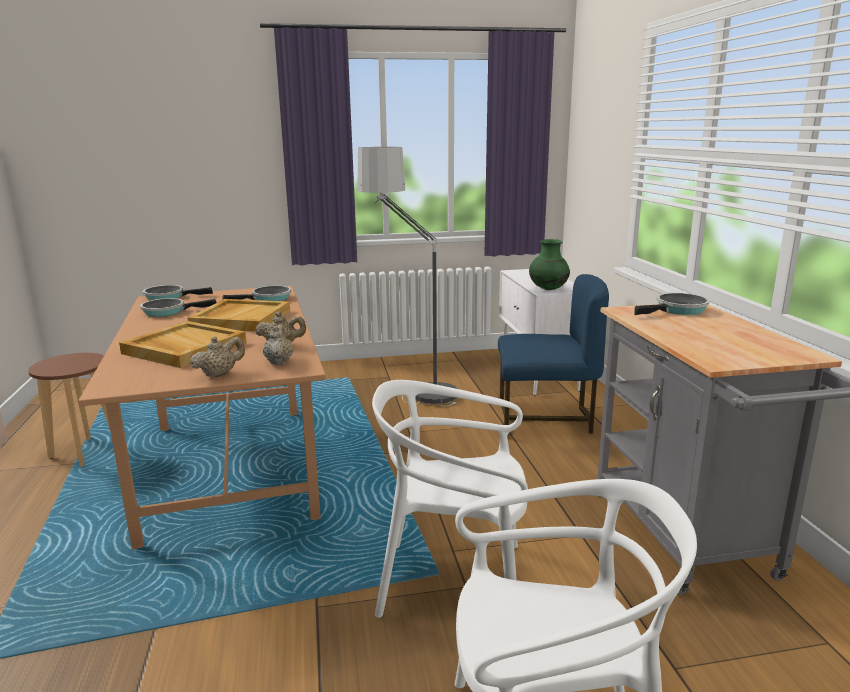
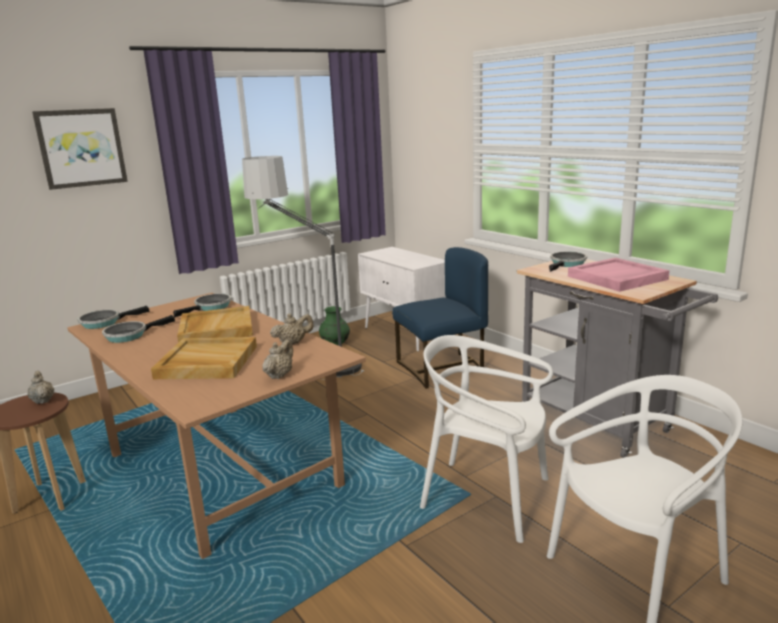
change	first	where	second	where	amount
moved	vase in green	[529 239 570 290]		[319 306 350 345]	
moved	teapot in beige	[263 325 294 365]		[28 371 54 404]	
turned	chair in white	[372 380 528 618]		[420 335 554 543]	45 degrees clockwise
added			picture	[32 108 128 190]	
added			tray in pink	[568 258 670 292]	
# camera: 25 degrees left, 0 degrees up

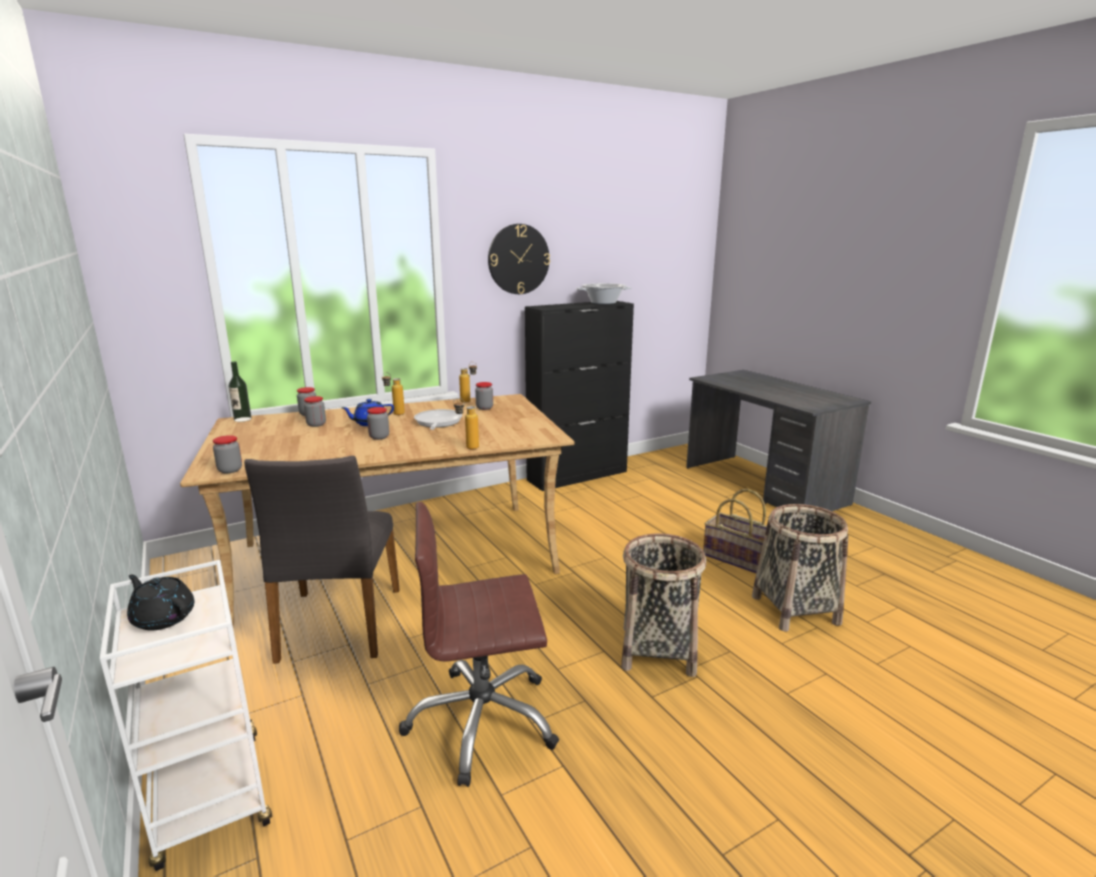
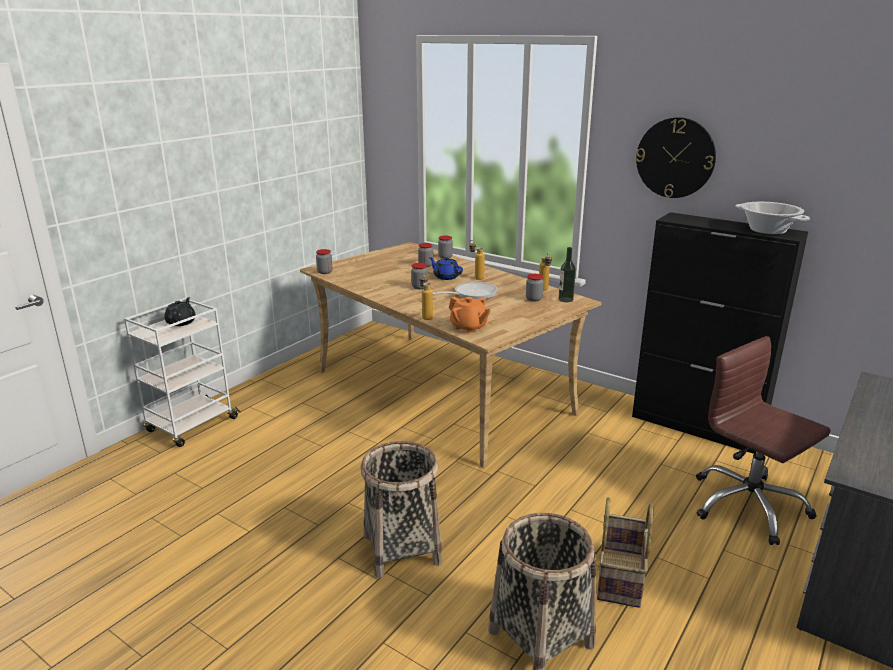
change	first	where	second	where	amount
moved	bottle	[229 361 252 422]		[558 247 576 302]	
removed	chair in grey	[244 456 400 664]			
moved	office chair in brown	[399 502 559 787]		[696 336 831 545]	
added			teapot in orange	[449 296 491 334]	
# camera: 65 degrees right, 5 degrees up

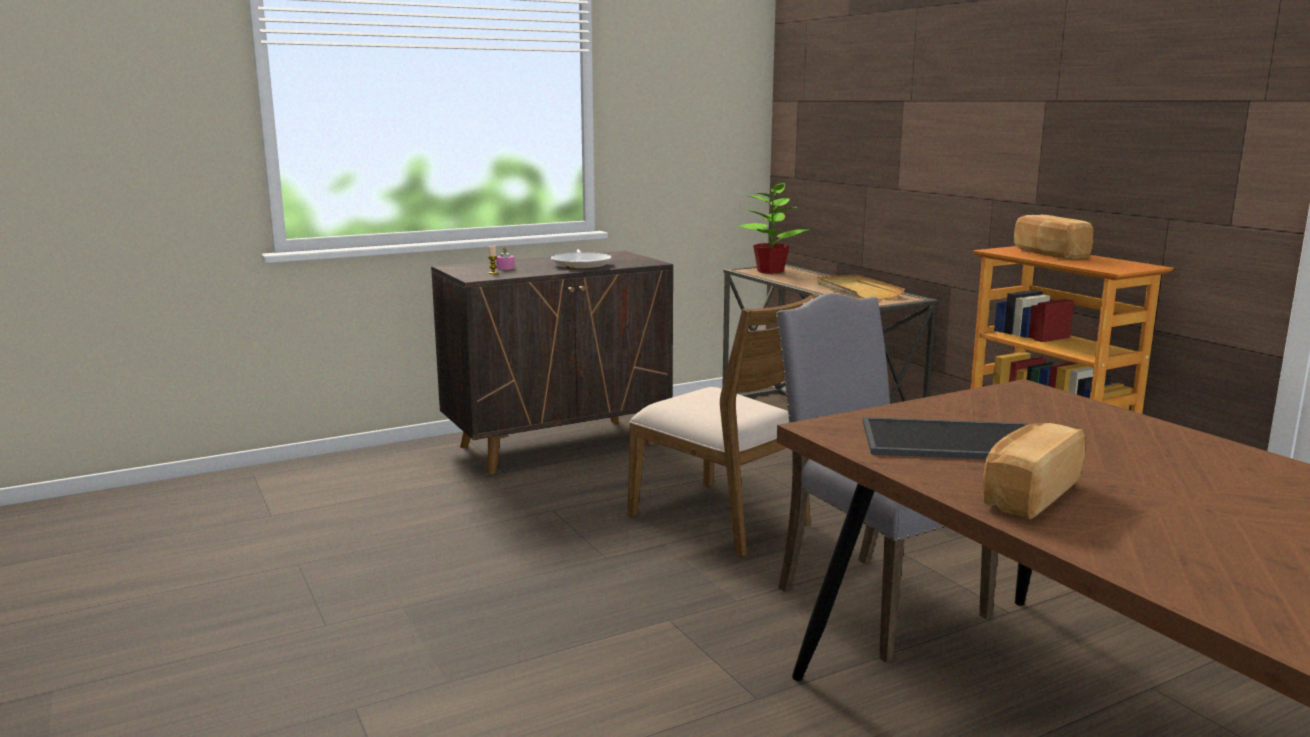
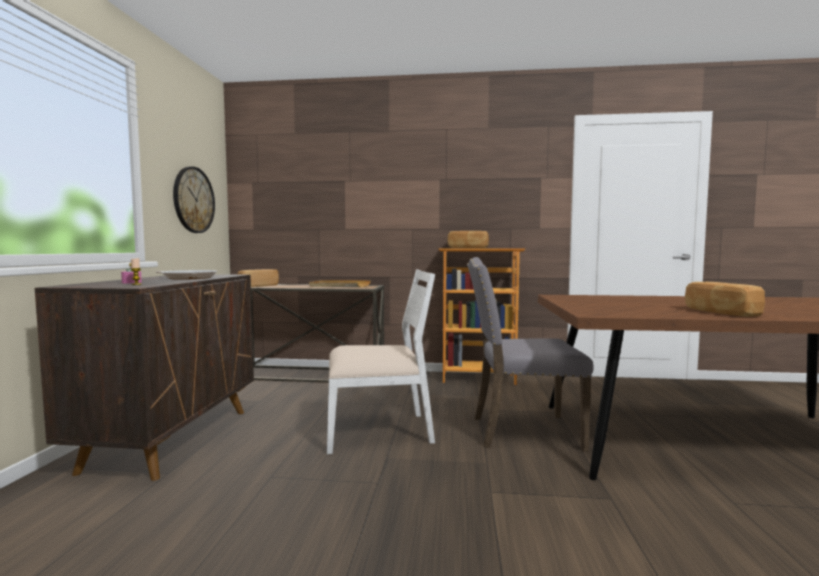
change	first	where	second	where	amount
replaced	potted plant	[736 178 808 274]	bread	[237 269 279 287]	
recoloured	chair in brown	[627 293 819 557]	chair in white	[327 269 435 454]	
removed	tray	[863 417 1029 459]			
added			wall clock	[173 167 215 233]	
# camera: 55 degrees left, 10 degrees down

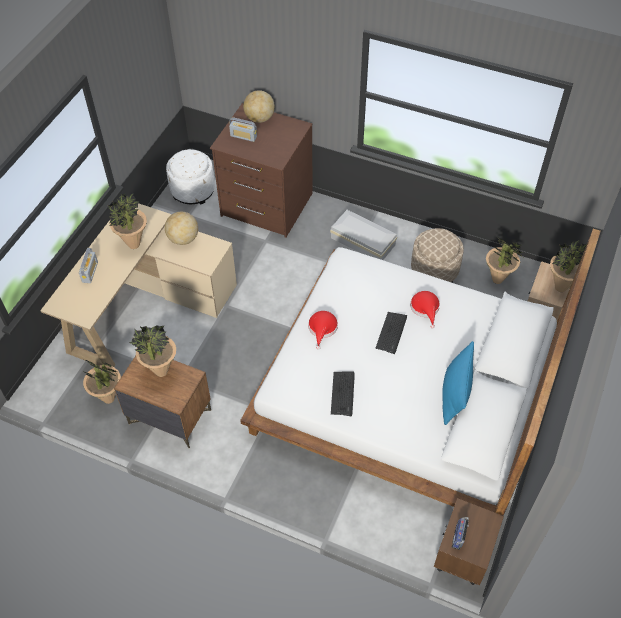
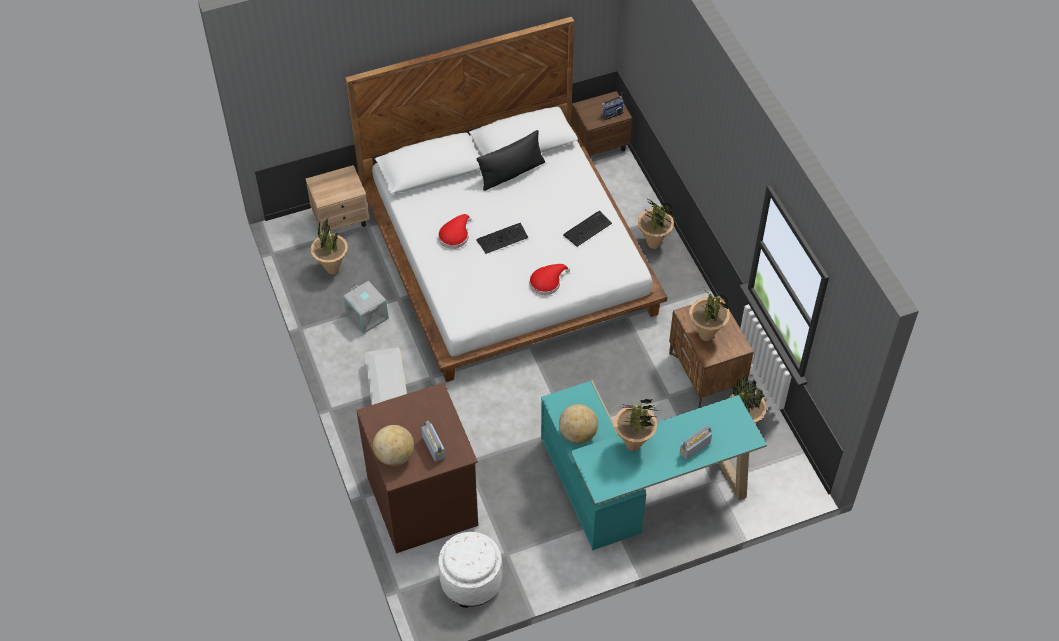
change	first	where	second	where	amount
recoloured	desk in beige	[40 203 237 367]	desk in turquoise	[541 380 767 550]	
replaced	ottoman in beige	[411 228 464 283]	storage box in grey	[343 281 389 334]	
moved	potted plant	[550 240 587 292]		[637 199 675 249]	
recoloured	pillow in blue	[442 341 474 425]	pillow in black	[476 130 545 191]	
# camera: 135 degrees left, 0 degrees up

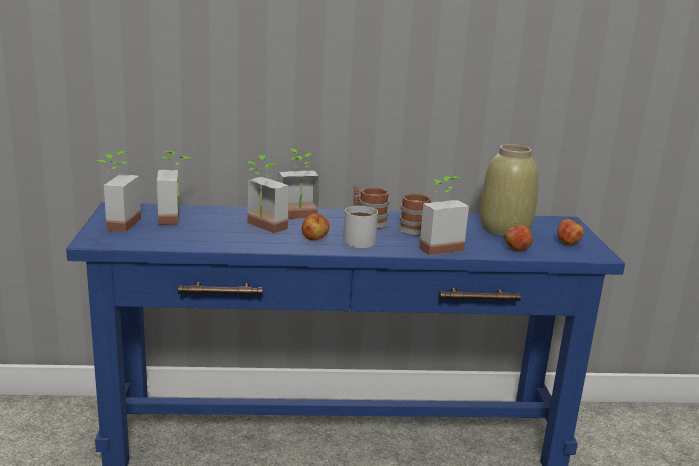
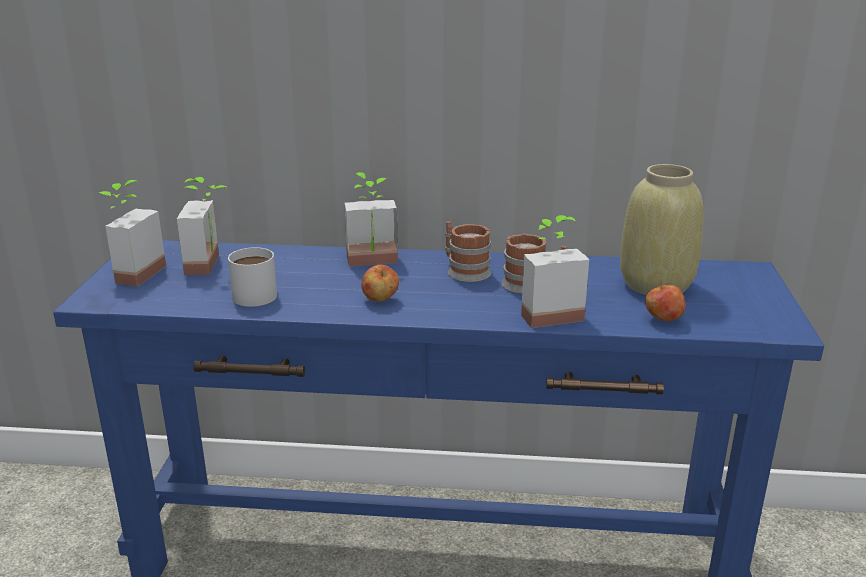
change	first	where	second	where	amount
removed	potted plant	[246 155 289 233]			
moved	mug in white	[343 206 378 248]		[228 247 277 307]	
removed	apple	[558 219 584 245]			
# camera: 10 degrees right, 5 degrees up

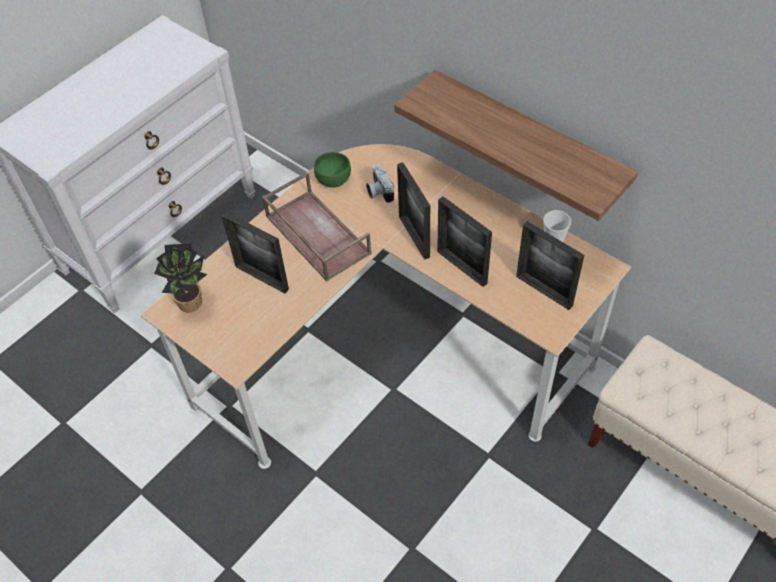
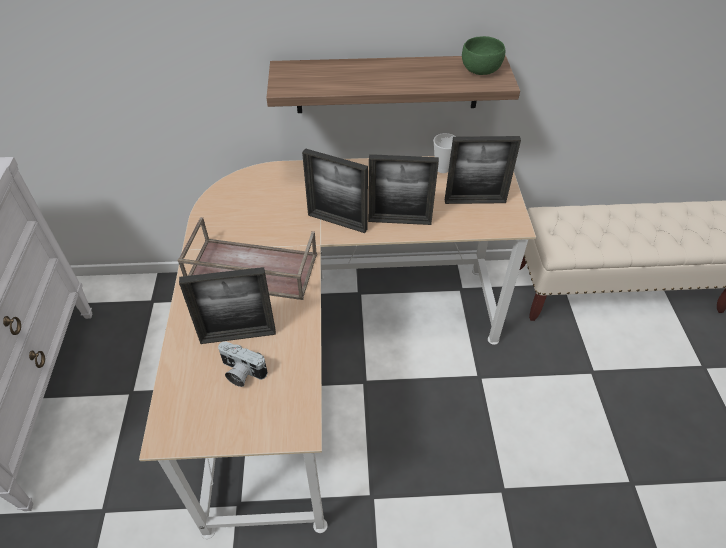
change	first	where	second	where	amount
moved	bowl in green	[314 152 351 188]		[462 36 505 75]	
moved	photo camera	[366 164 394 203]		[218 341 268 387]	
removed	potted plant	[154 243 207 313]			
# camera: 45 degrees left, 5 degrees down

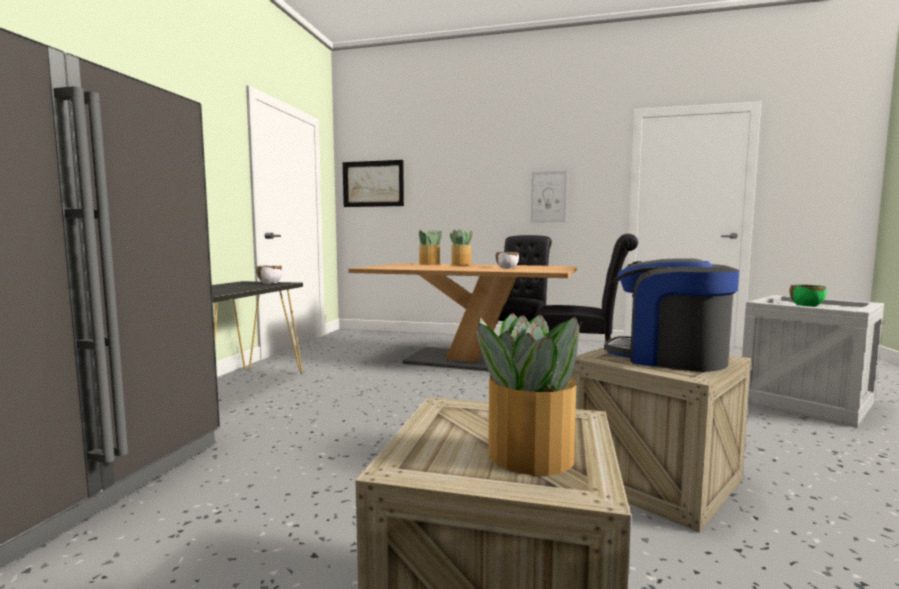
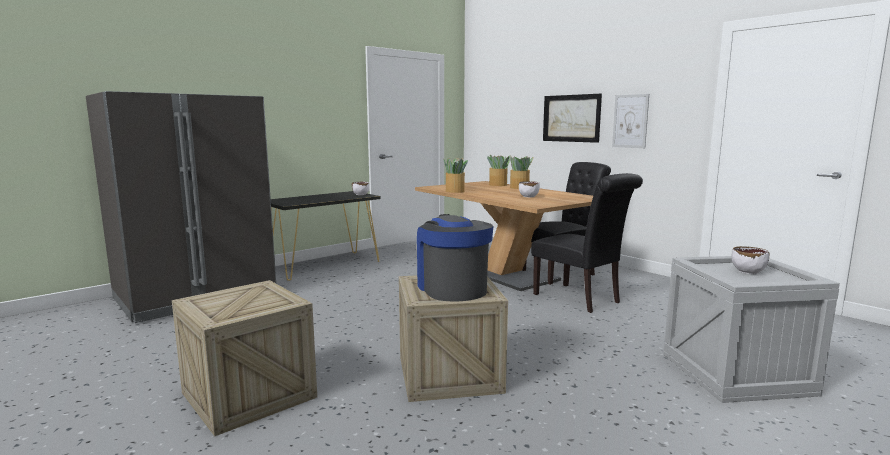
change	first	where	second	where	amount
moved	picture	[343 160 404 207]		[543 94 602 143]	
recoloured	bowl in green	[790 284 826 307]	bowl in white	[732 246 769 274]	
moved	potted plant	[476 313 581 475]		[443 158 468 193]	
# camera: 35 degrees right, 5 degrees up

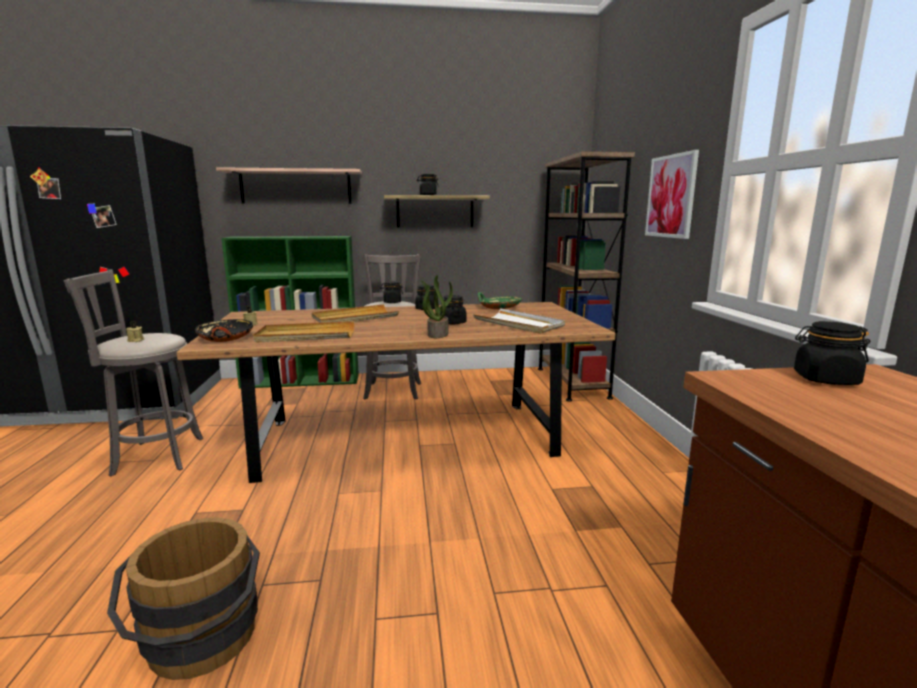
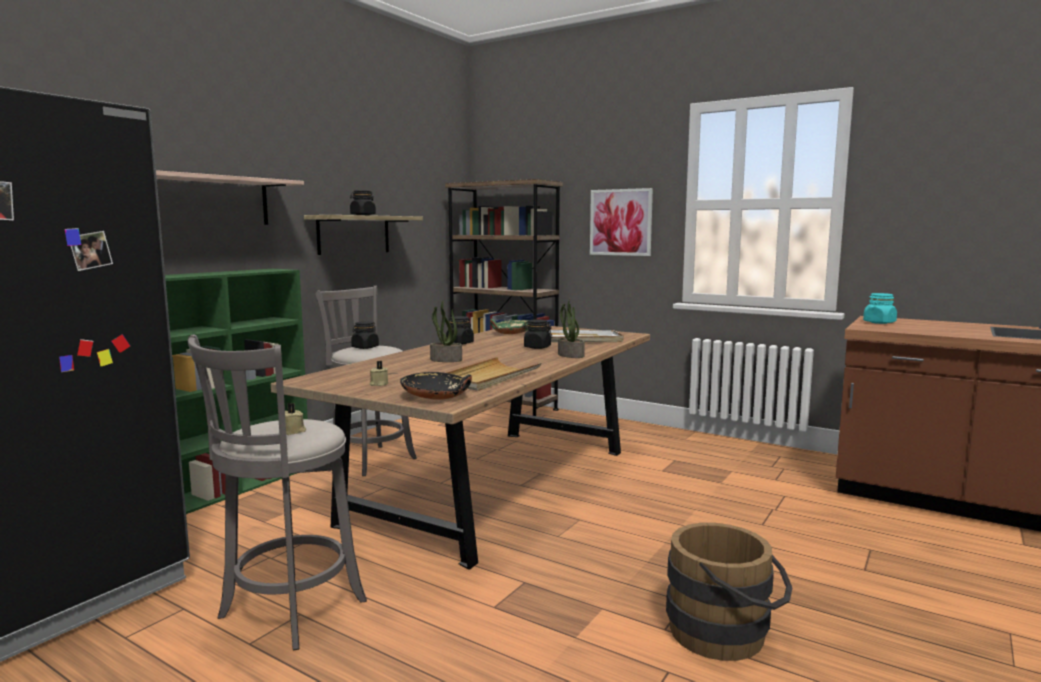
change	first	where	second	where	amount
replaced	tray in beige	[312 304 399 323]	potted plant	[430 300 462 362]	
recoloured	jar in black	[794 321 871 385]	jar in turquoise	[863 293 897 324]	
# camera: 50 degrees left, 5 degrees down

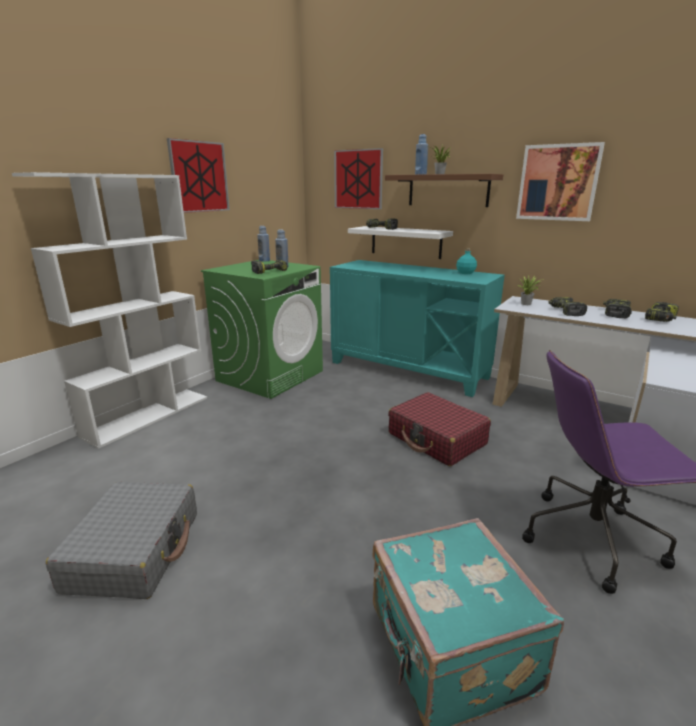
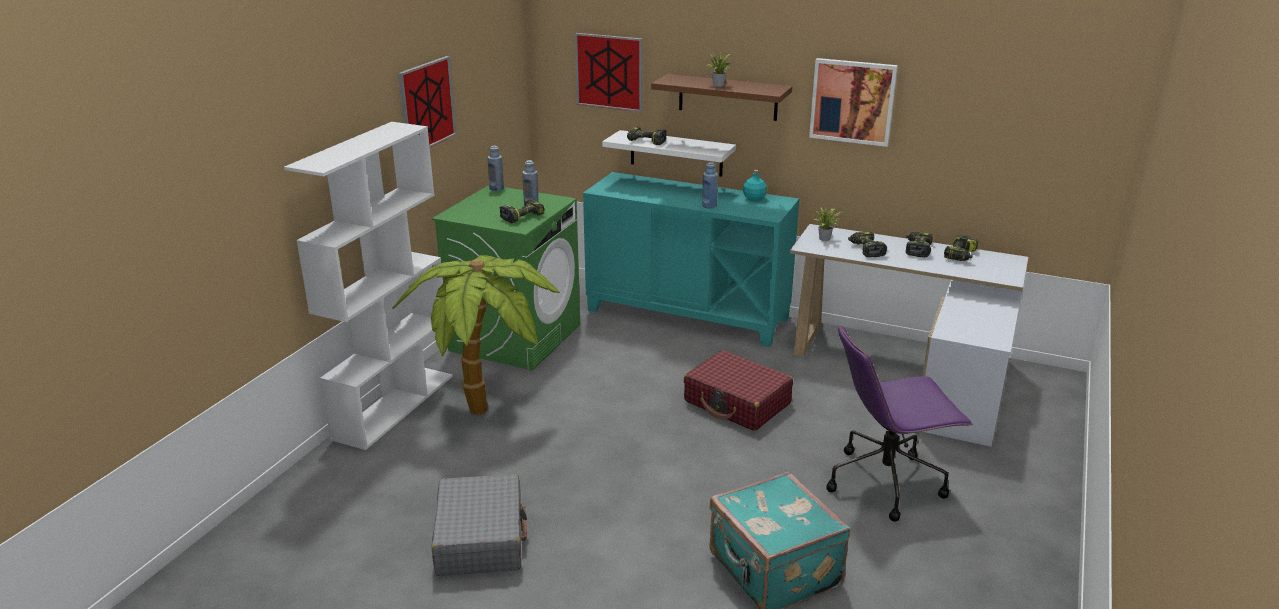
change	first	where	second	where	amount
moved	bottle in blue	[415 134 428 175]		[702 162 718 209]	
added			potted plant	[392 255 560 415]	
# camera: 10 degrees left, 5 degrees up

